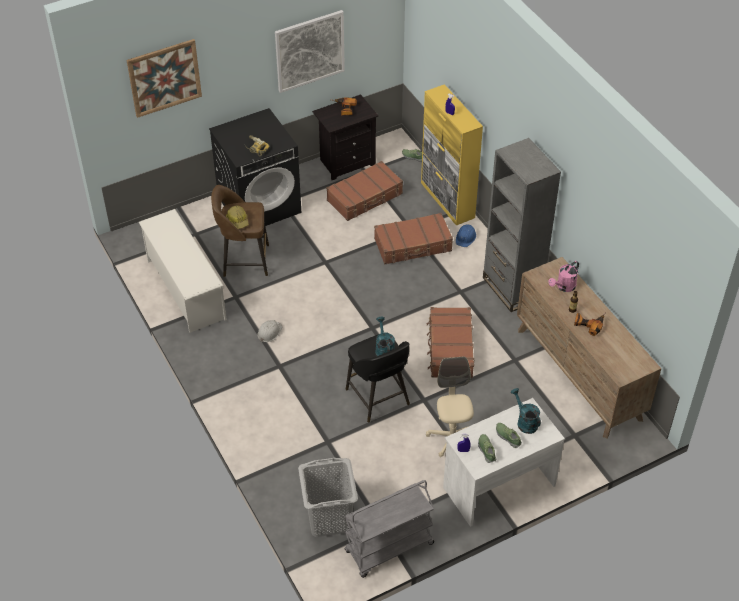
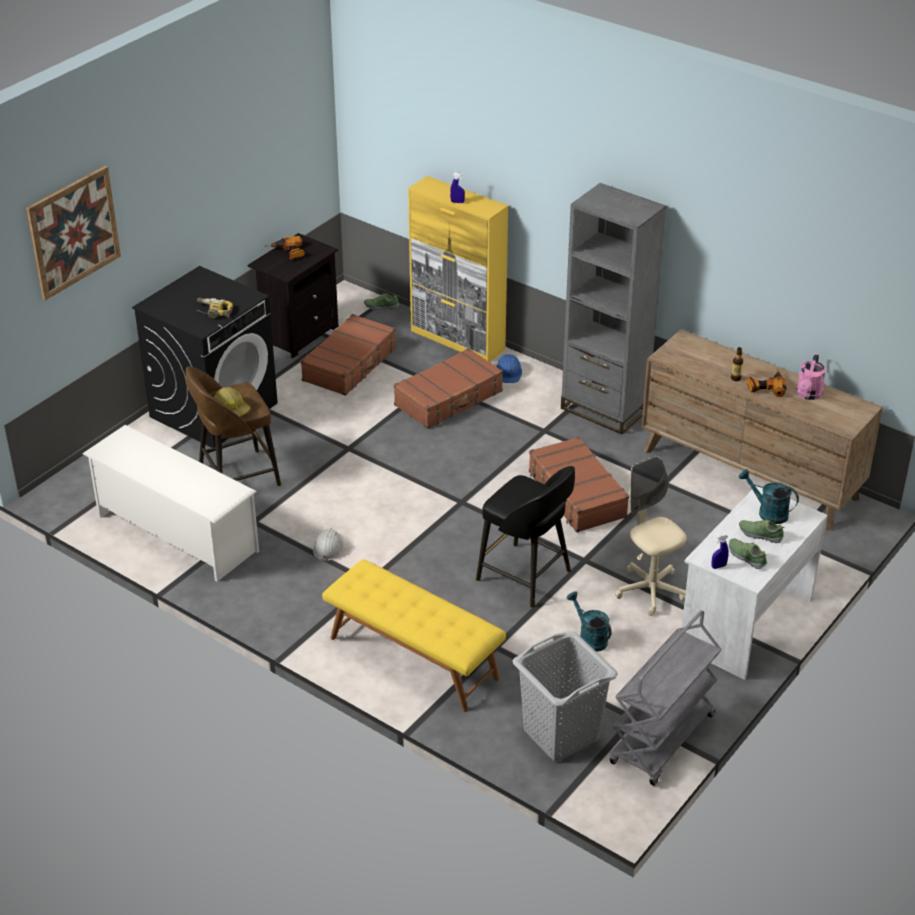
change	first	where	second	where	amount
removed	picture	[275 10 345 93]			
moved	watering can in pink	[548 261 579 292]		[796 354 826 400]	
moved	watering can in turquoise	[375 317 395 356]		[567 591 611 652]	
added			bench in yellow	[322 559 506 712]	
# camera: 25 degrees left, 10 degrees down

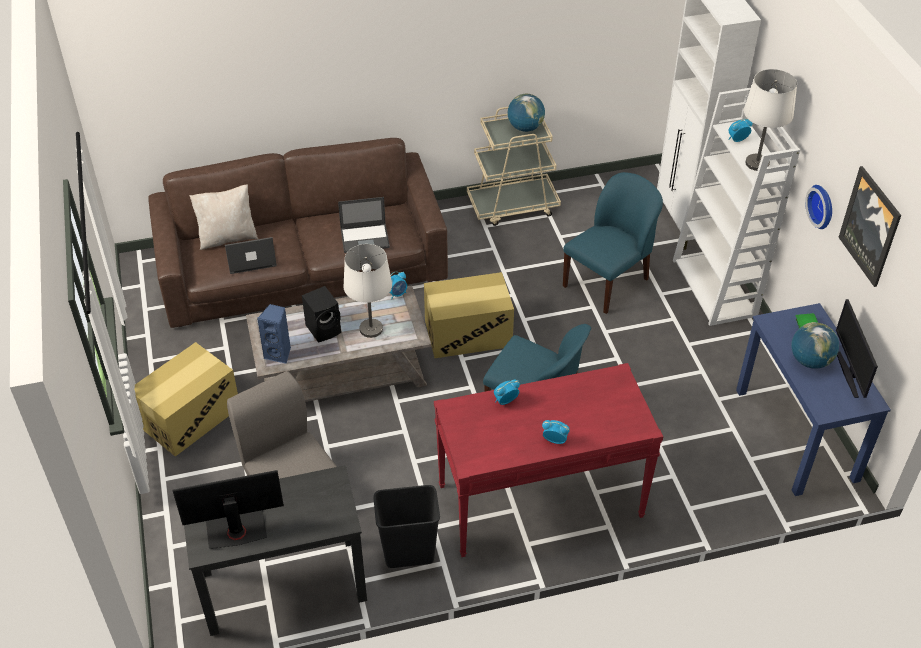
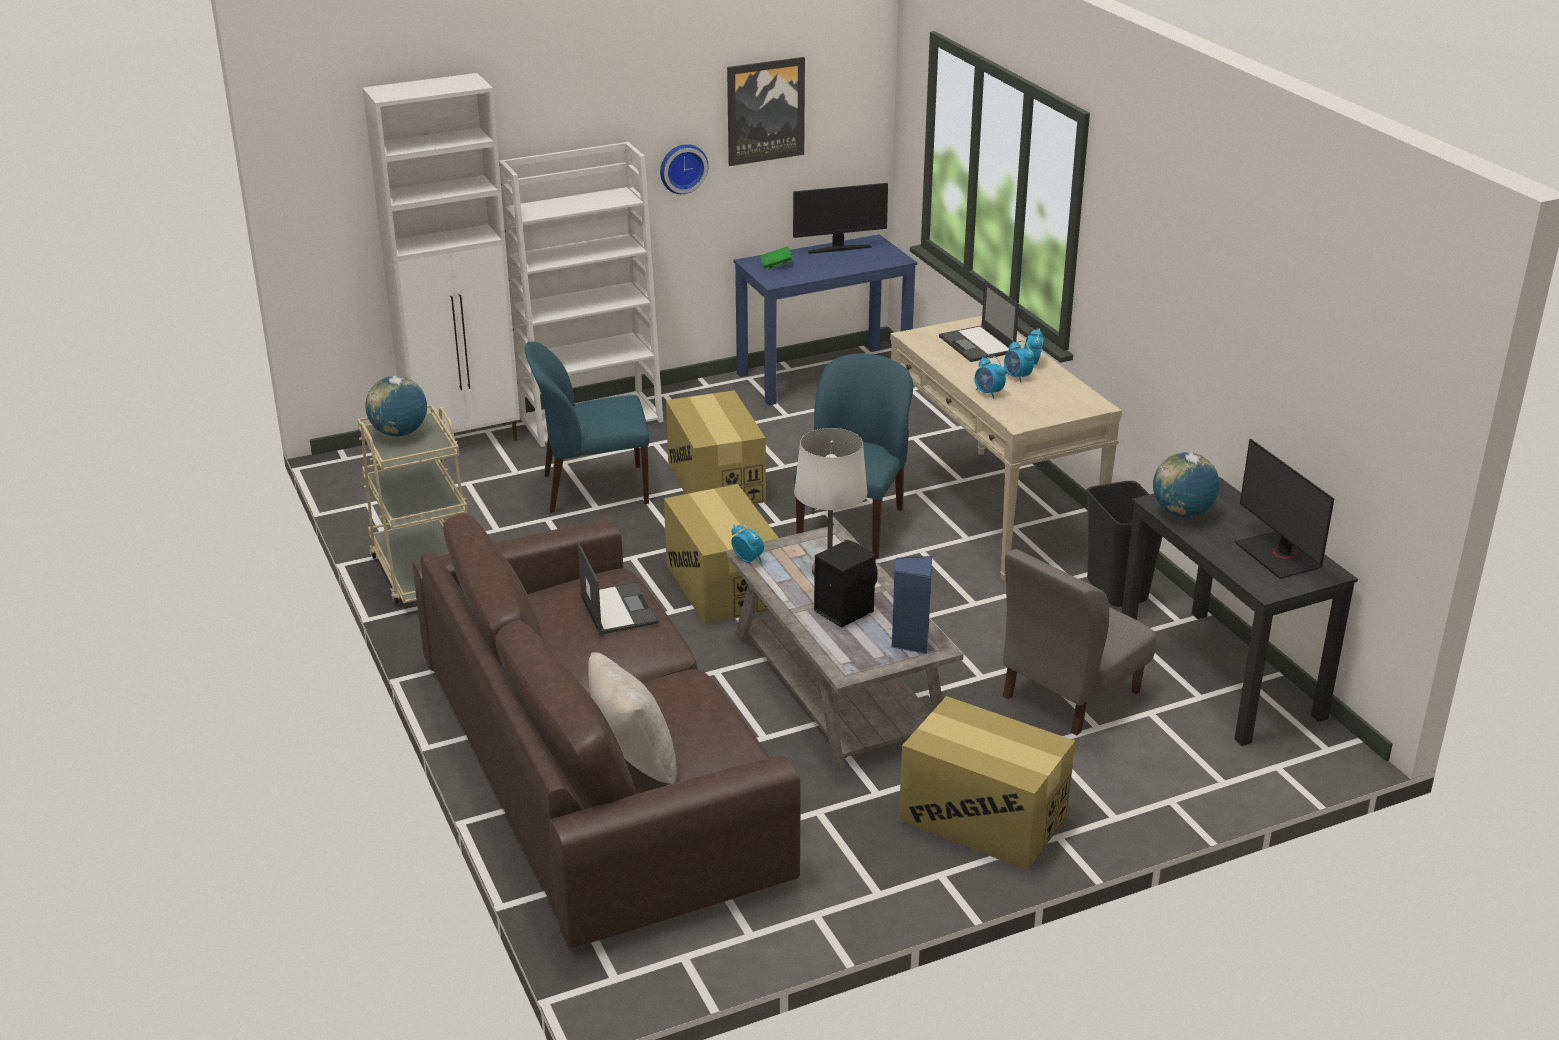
change	first	where	second	where	amount
removed	table lamp in white	[744 69 797 171]			
moved	alarm clock	[728 119 753 142]		[1004 340 1034 383]	
turned	chair in blue	[563 172 663 314]		[525 342 649 513]	45 degrees counterclockwise
moved	laptop	[225 237 277 274]		[939 280 1019 362]	
moved	globe	[791 322 839 369]		[1153 452 1220 517]	
recoloured	console table in red	[434 363 663 557]	console table in beige	[890 316 1122 581]	
added			cardboard box	[666 390 766 504]	
# camera: 100 degrees left, 15 degrees down

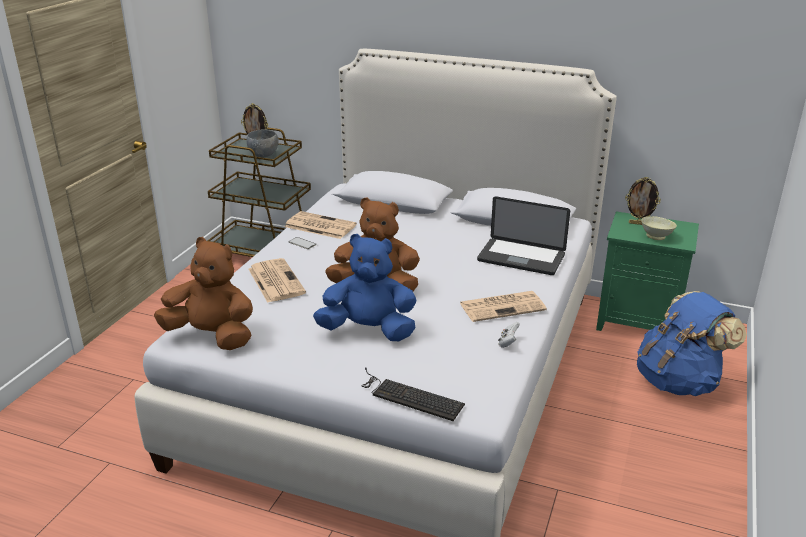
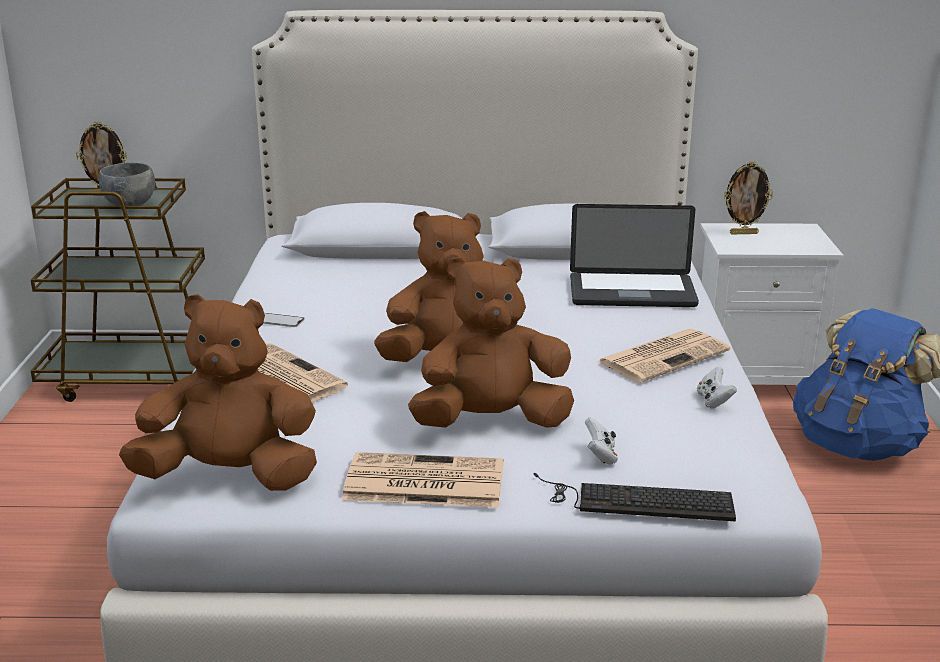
change	first	where	second	where	amount
moved	newspaper	[285 211 357 239]		[342 452 503 508]	
recoloured	nightstand in green	[596 211 699 331]	nightstand in white	[700 223 844 385]	
removed	bowl in beige	[641 216 677 240]			
recoloured	plush toy in blue	[313 234 417 341]	plush toy in brown	[408 257 574 428]	
added			game controller in white	[585 417 618 465]	
# camera: 20 degrees left, 5 degrees down

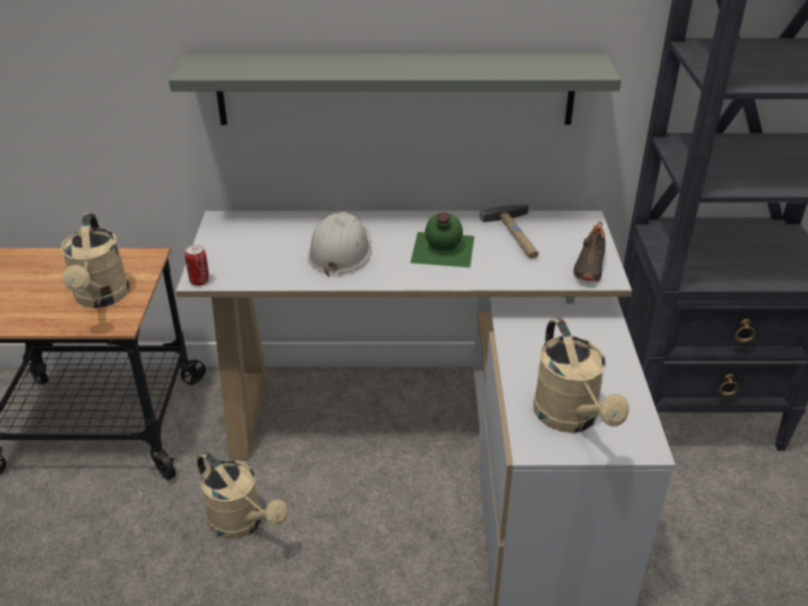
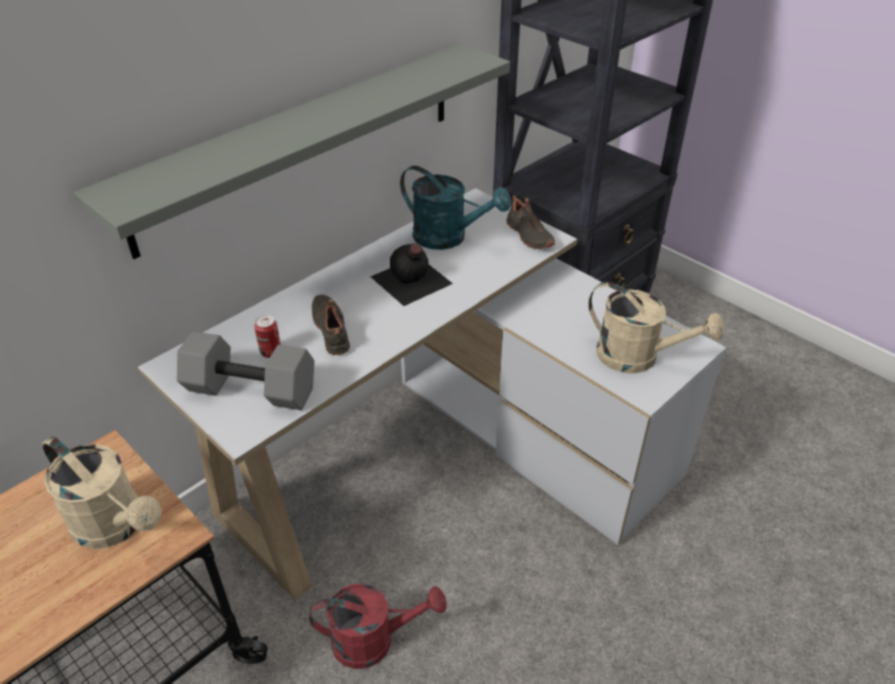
change	first	where	second	where	amount
replaced	hammer	[480 204 539 258]	watering can in turquoise	[400 166 511 250]	
replaced	hard hat in white	[308 212 371 276]	shoe in black	[312 294 350 355]	
recoloured	bottle in green	[410 212 474 268]	bottle in black	[371 243 453 306]	
moved	can	[185 245 209 286]		[254 315 281 358]	
recoloured	watering can in beige	[197 452 288 539]	watering can in red	[309 584 447 669]	
added			dumbbell in grey	[177 331 315 410]	
# camera: 45 degrees left, 5 degrees up

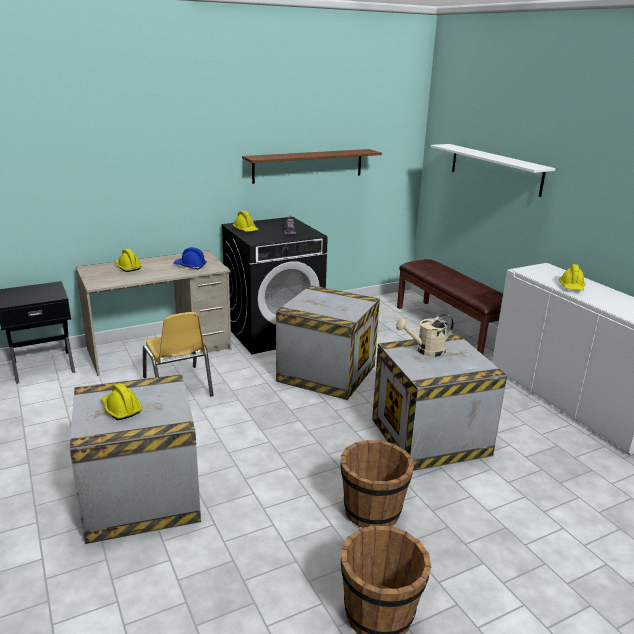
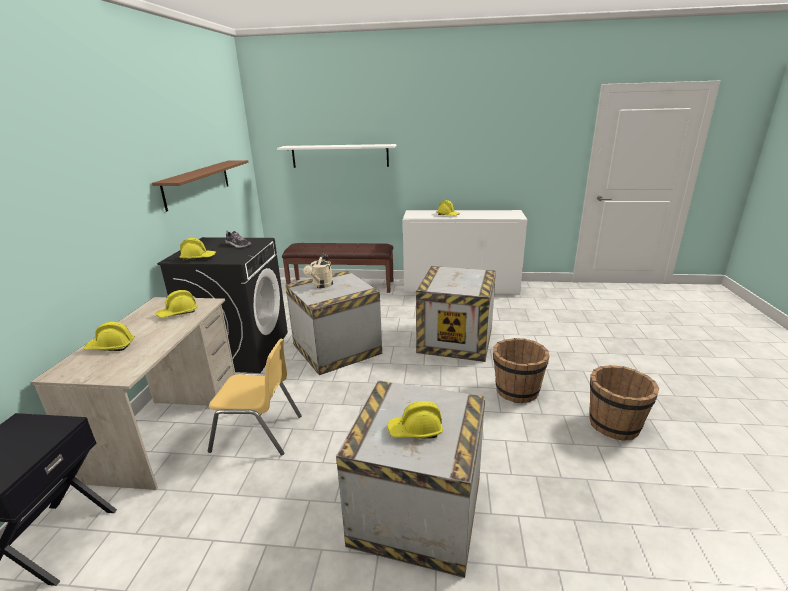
change	first	where	second	where	amount
recoloured	hard hat in blue	[173 247 207 270]	hard hat in yellow	[156 290 198 318]	
moved	watering can in beige	[396 314 454 357]		[303 254 333 288]	
# camera: 55 degrees left, 0 degrees up

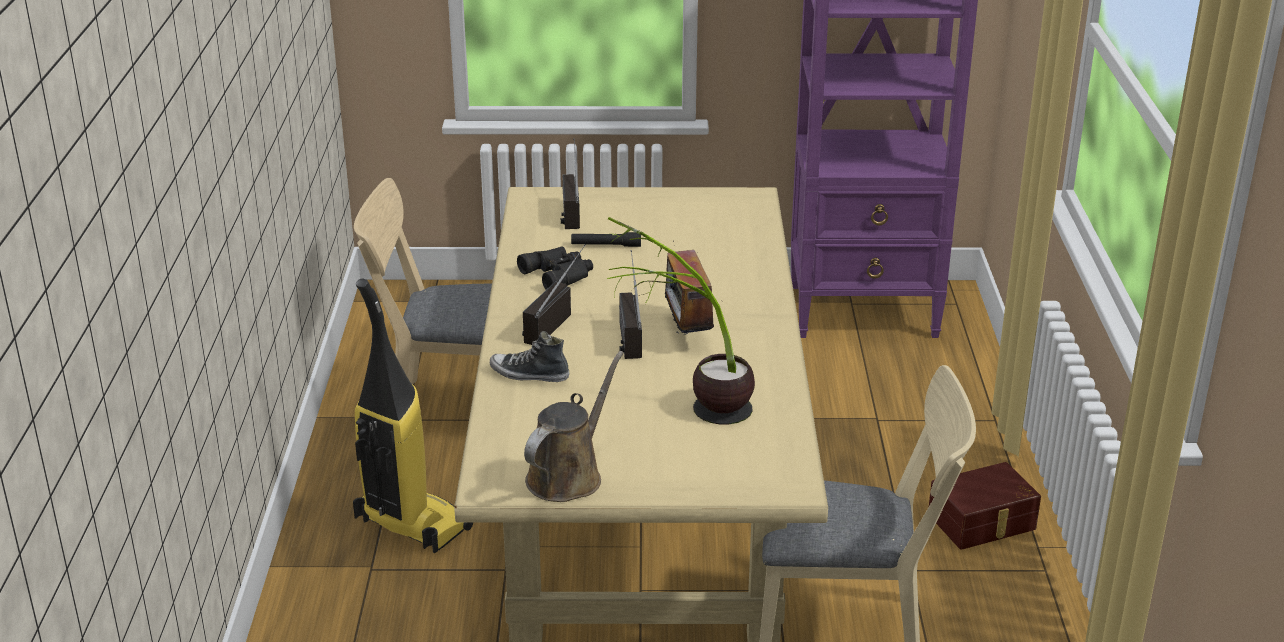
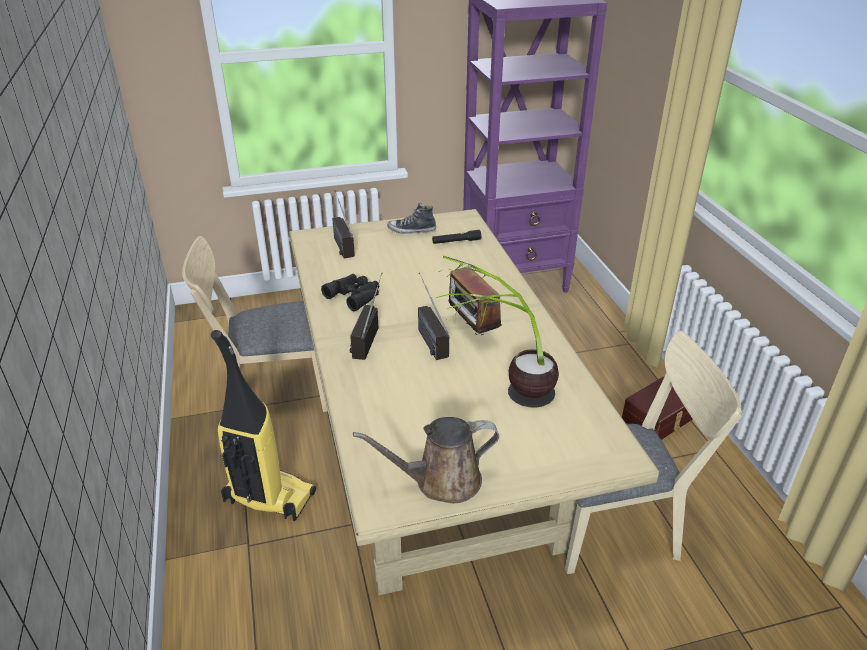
change	first	where	second	where	amount
moved	flashlight in black	[571 232 641 247]		[432 230 481 244]	
moved	shoe	[490 331 569 382]		[387 202 436 234]	
turned	watering can in brown	[524 351 624 502]		[353 417 499 503]	120 degrees counterclockwise
# camera: 15 degrees left, 5 degrees up

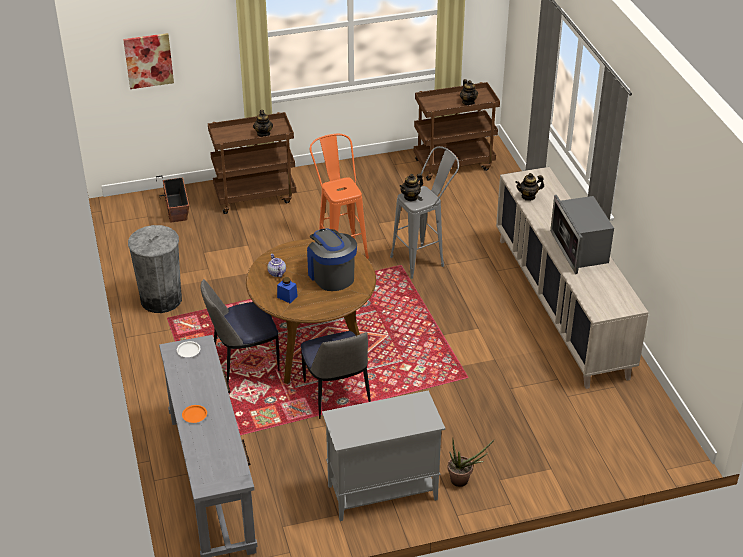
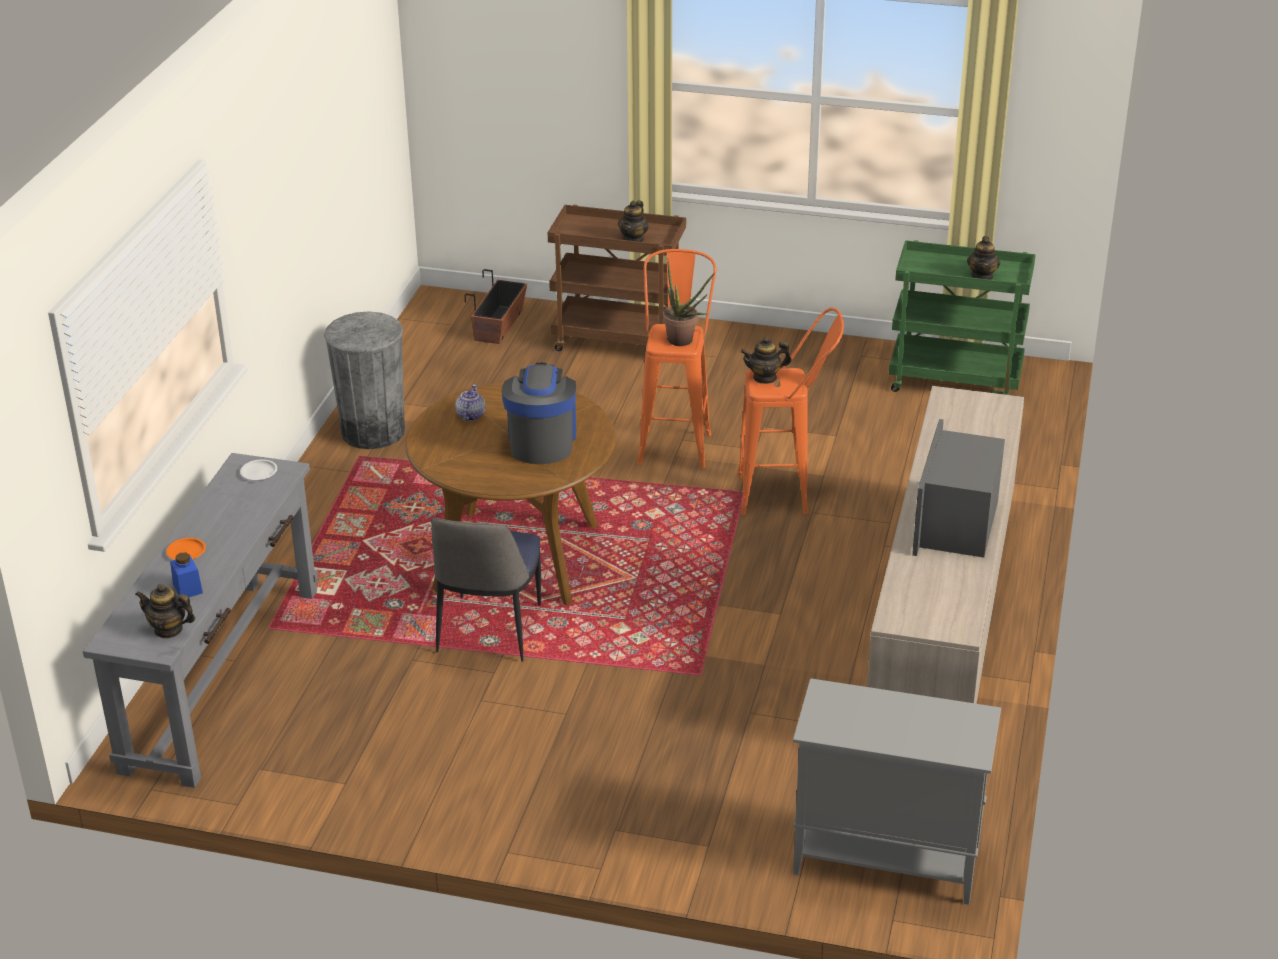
change	first	where	second	where	amount
removed	picture	[123 33 174 89]			
recoloured	cart in brown	[414 82 500 181]	cart in green	[889 240 1036 395]	
recoloured	stool in grey	[390 146 459 279]	stool in orange	[738 308 844 515]	
moved	teapot	[515 173 544 201]		[135 584 195 639]	
moved	jar in blue	[277 277 298 303]		[170 553 203 597]	
removed	chair	[201 279 279 383]			
moved	cabinet in grey	[322 390 445 521]		[793 678 1001 905]	
moved	potted plant	[447 439 495 487]		[663 259 715 346]	
# camera: 30 degrees right, 5 degrees down

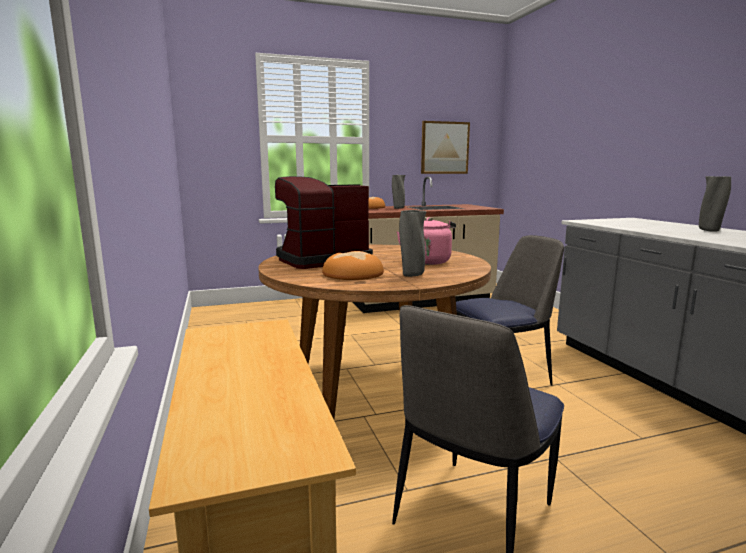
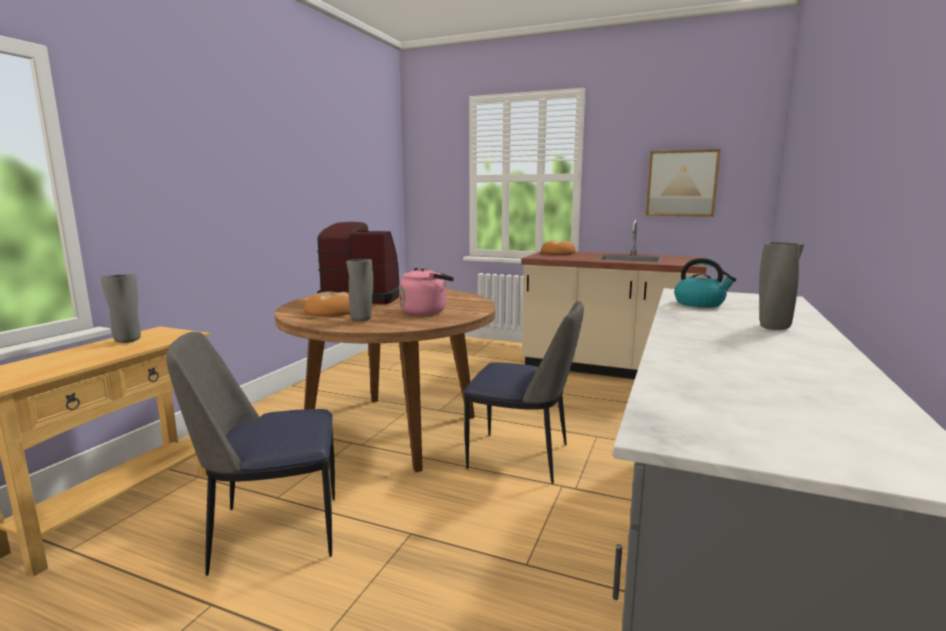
change	first	where	second	where	amount
moved	vase in grey	[392 175 405 209]		[101 274 141 343]	
added			kettle	[674 258 737 308]	
# camera: 40 degrees right, 0 degrees up

